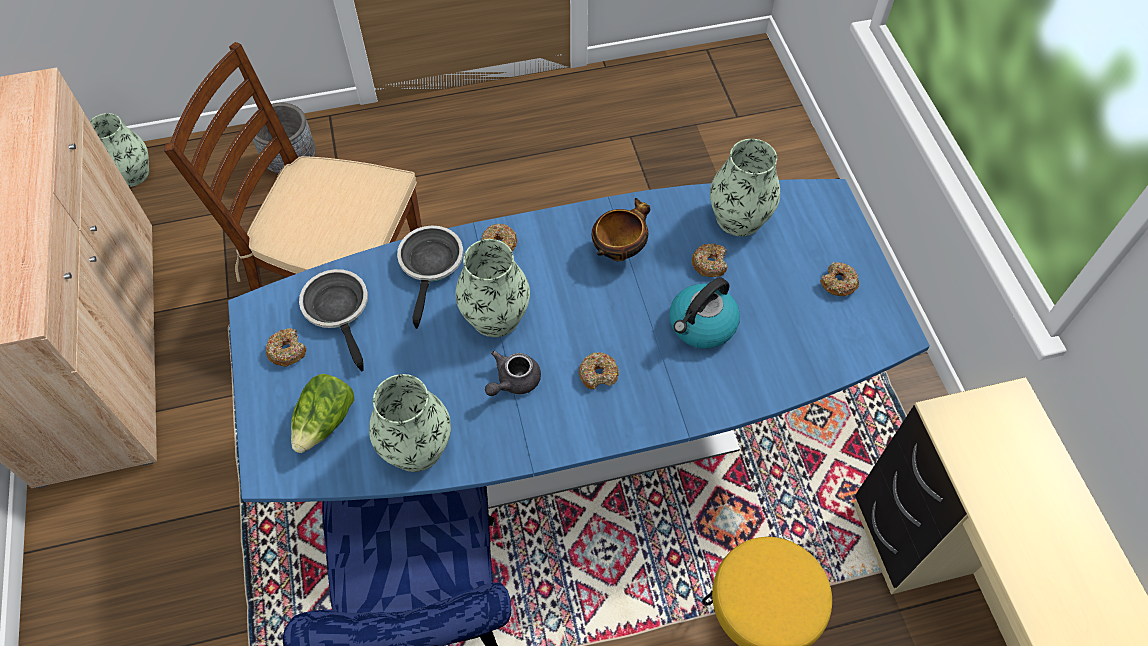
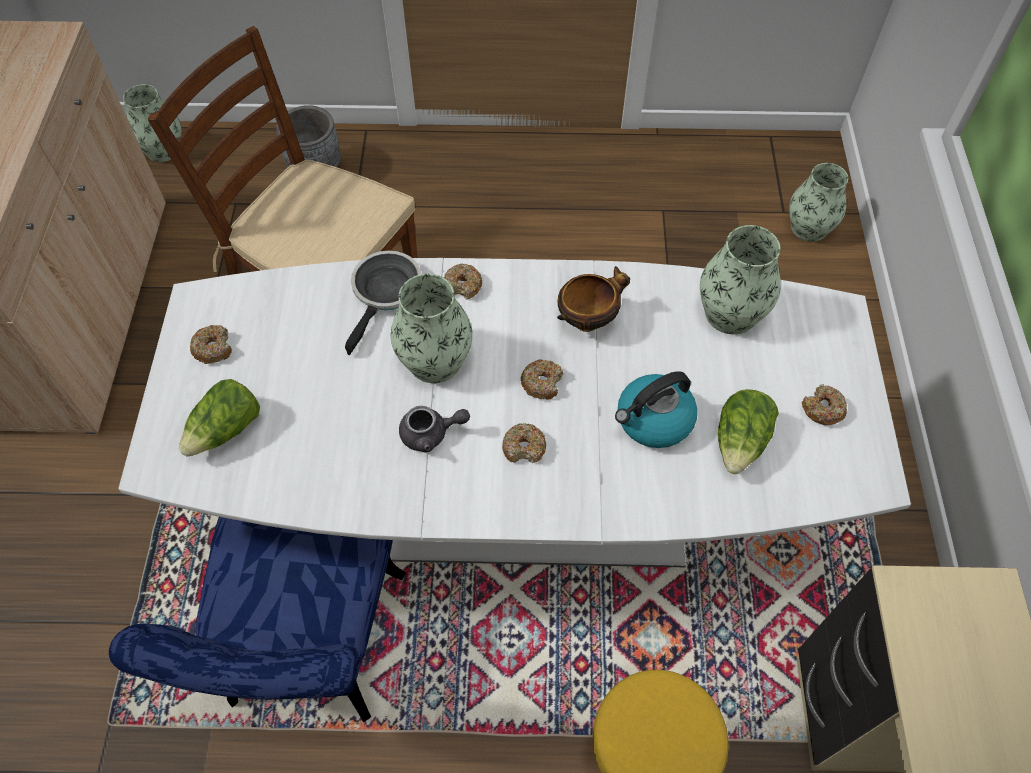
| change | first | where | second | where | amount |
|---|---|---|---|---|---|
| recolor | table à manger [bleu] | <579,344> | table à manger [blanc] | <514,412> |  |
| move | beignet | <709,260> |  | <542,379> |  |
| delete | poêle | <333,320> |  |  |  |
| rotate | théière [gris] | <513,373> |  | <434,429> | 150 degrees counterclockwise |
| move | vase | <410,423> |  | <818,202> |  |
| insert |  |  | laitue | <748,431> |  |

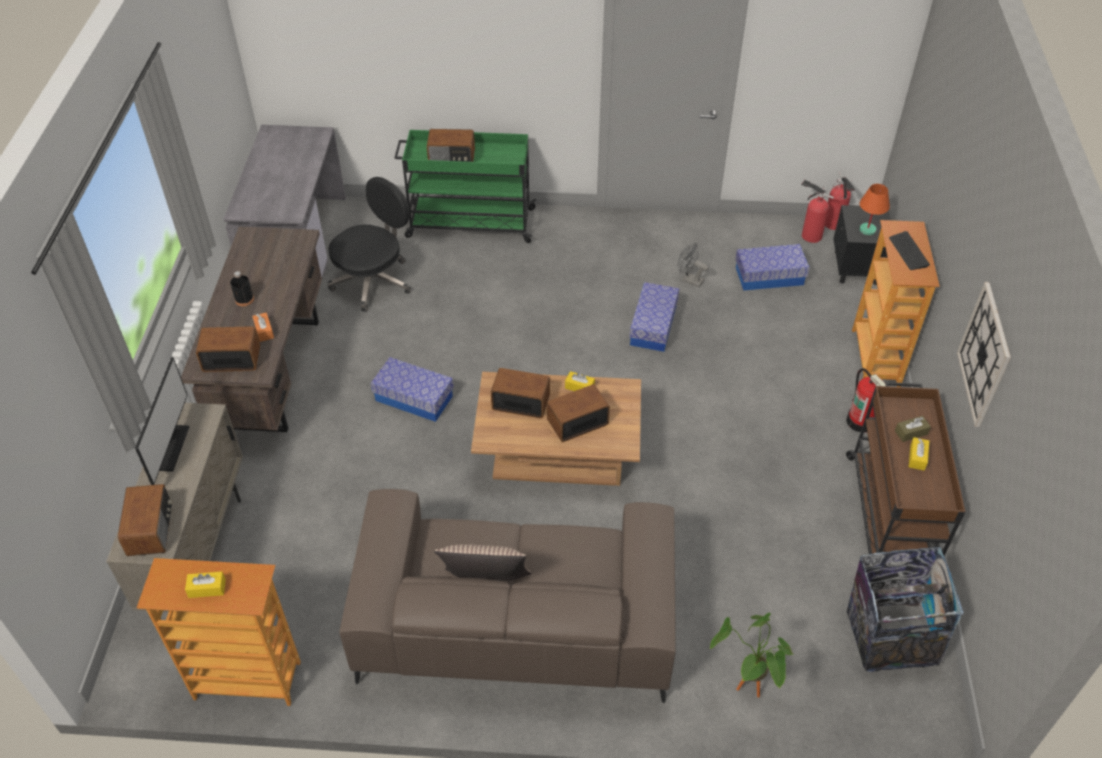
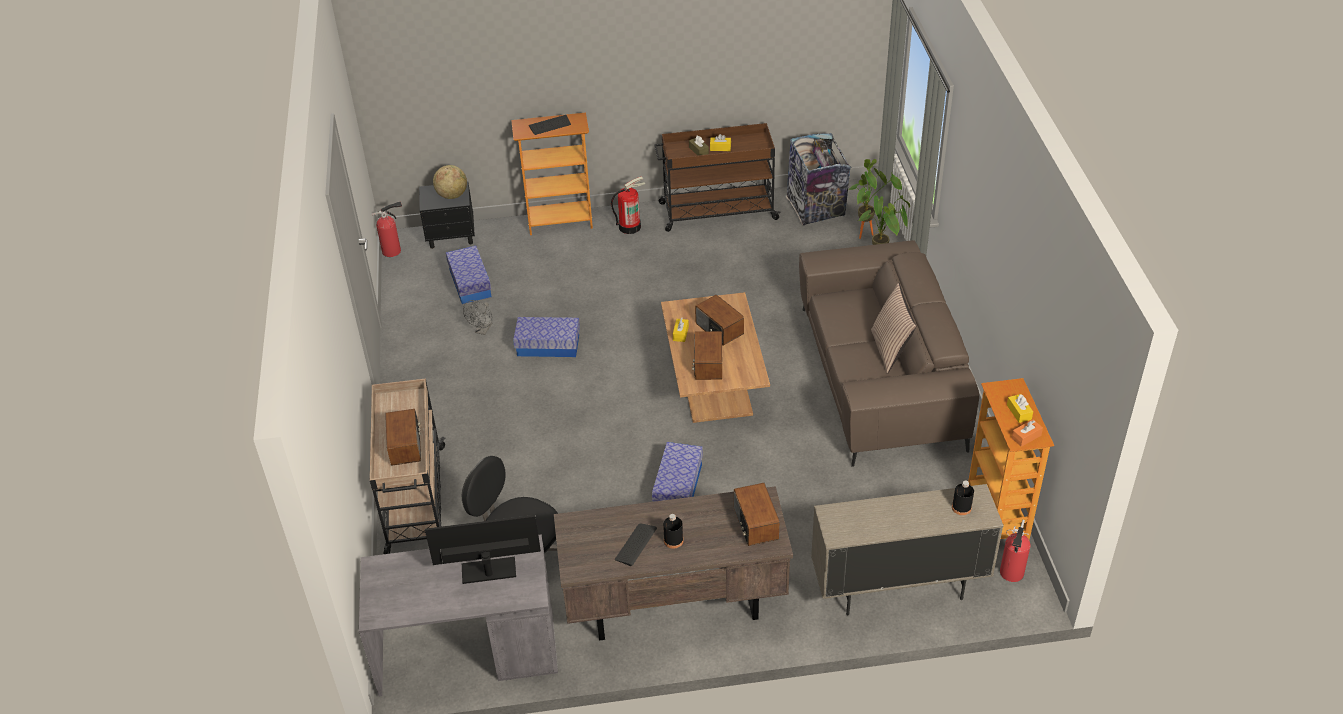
| change | first | where | second | where | amount |
|---|---|---|---|---|---|
| recolor | chariot [vert] | <466,186> | chariot [beige] | <407,466> |  |
| move | extincteur | <817,211> |  | <1015,551> |  |
| replace | lampe de table [orange] | <875,209> | globe | <450,182> |  |
| delete | horloge murale | <984,354> |  |  |  |
| move | boîte à mouchoirs [orange] | <263,327> |  | <1027,433> |  |
| move | écran d'ordinateur | <162,421> |  | <483,549> |  |
| replace | radio | <145,520> | bouteille [noir] | <963,498> |  |
| insert |  |  | plante en pot | <875,199> |  |
| insert |  |  | clavier | <636,545> |  |

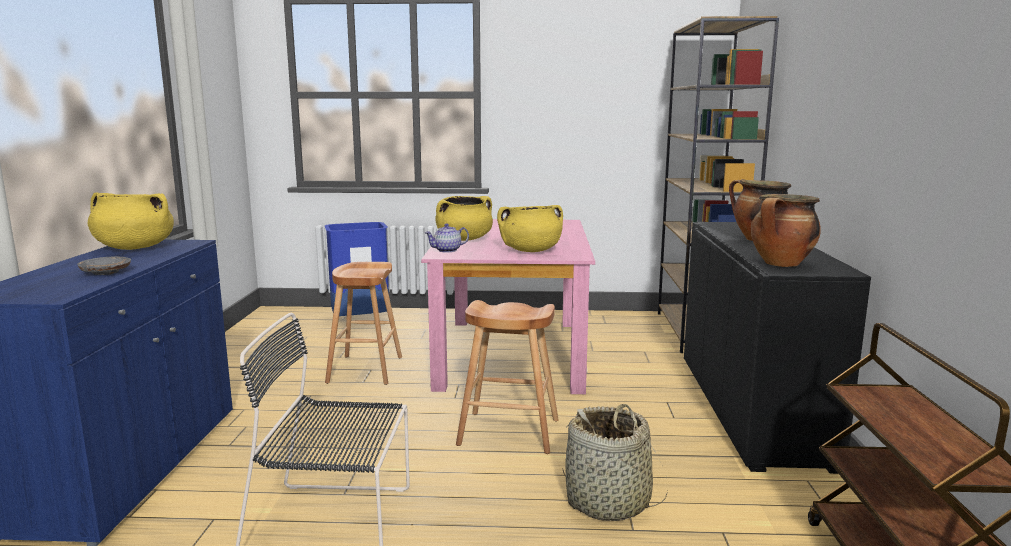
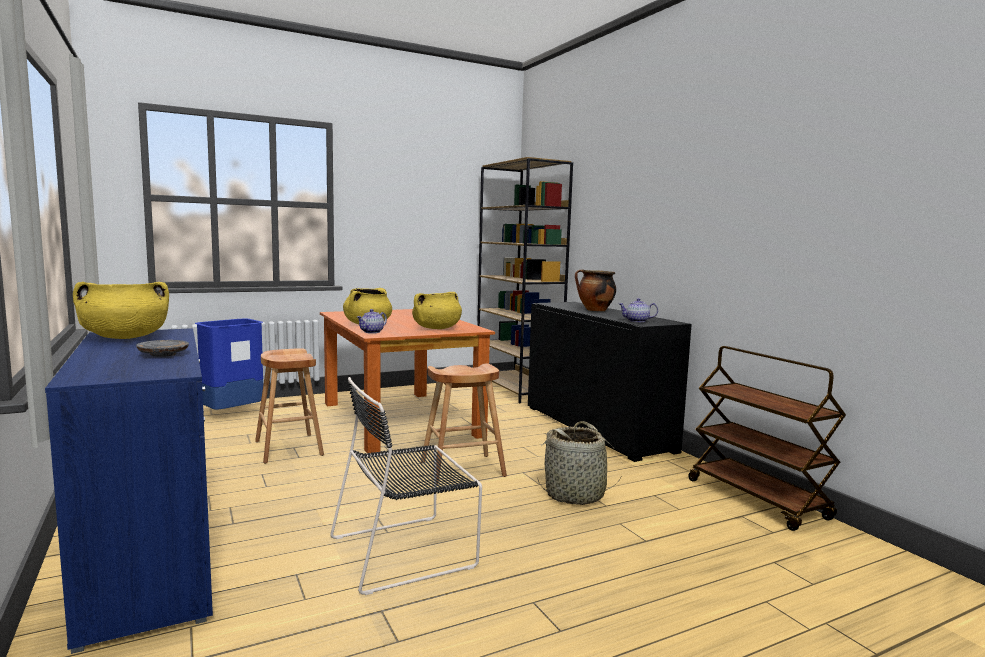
| change | first | where | second | where | amount |
|---|---|---|---|---|---|
| replace | marmite | <786,230> | théière | <638,310> |  |
| recolor | table à manger [rose] | <508,306> | table à manger [orange] | <407,381> |  |

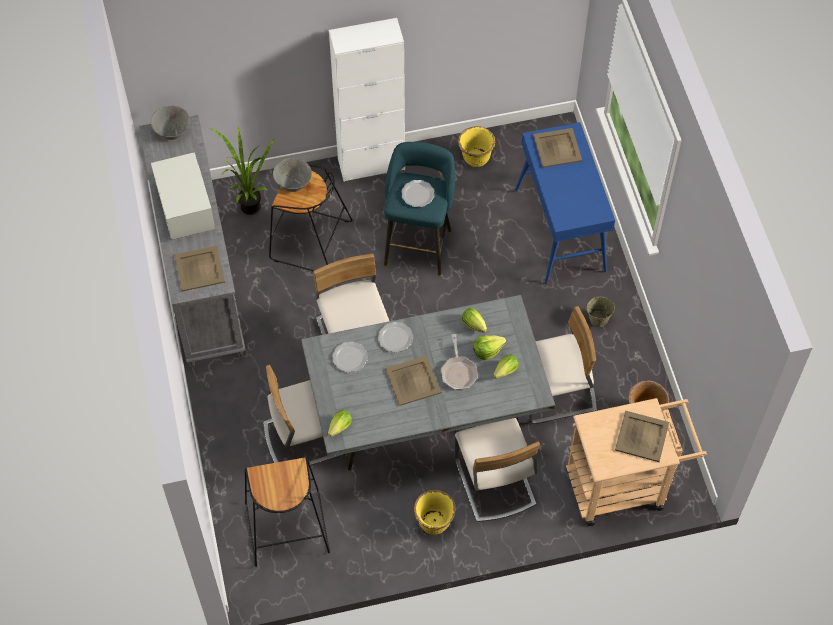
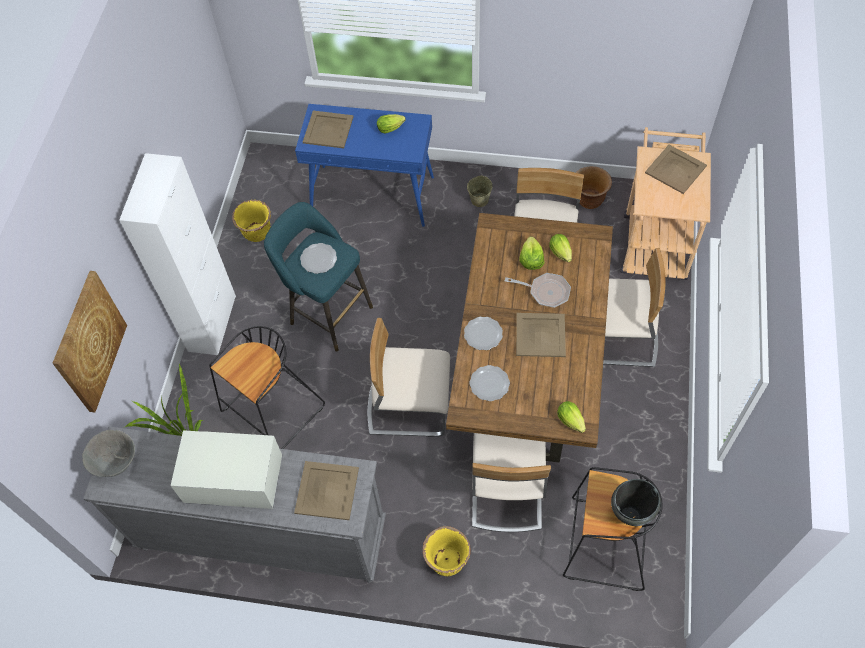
| change | first | where | second | where | amount |
|---|---|---|---|---|---|
| delete | bol [gris] | <292,175> |  |  |  |
| recolor | table à manger [gris] | <428,382> | table à manger [marron] | <529,338> |  |
| move | laitue | <474,320> |  | <391,123> |  |
| move | cache-pot [jaune] | <435,512> |  | <446,551> |  |
| insert |  |  | tableau | <89,342> |  |
| insert |  |  | marmite [noir] | <636,502> |  |

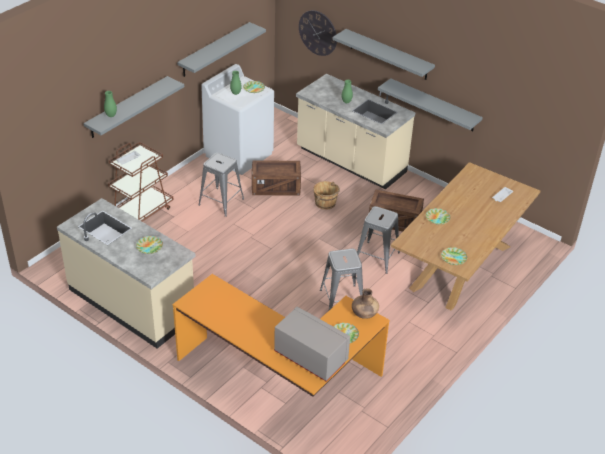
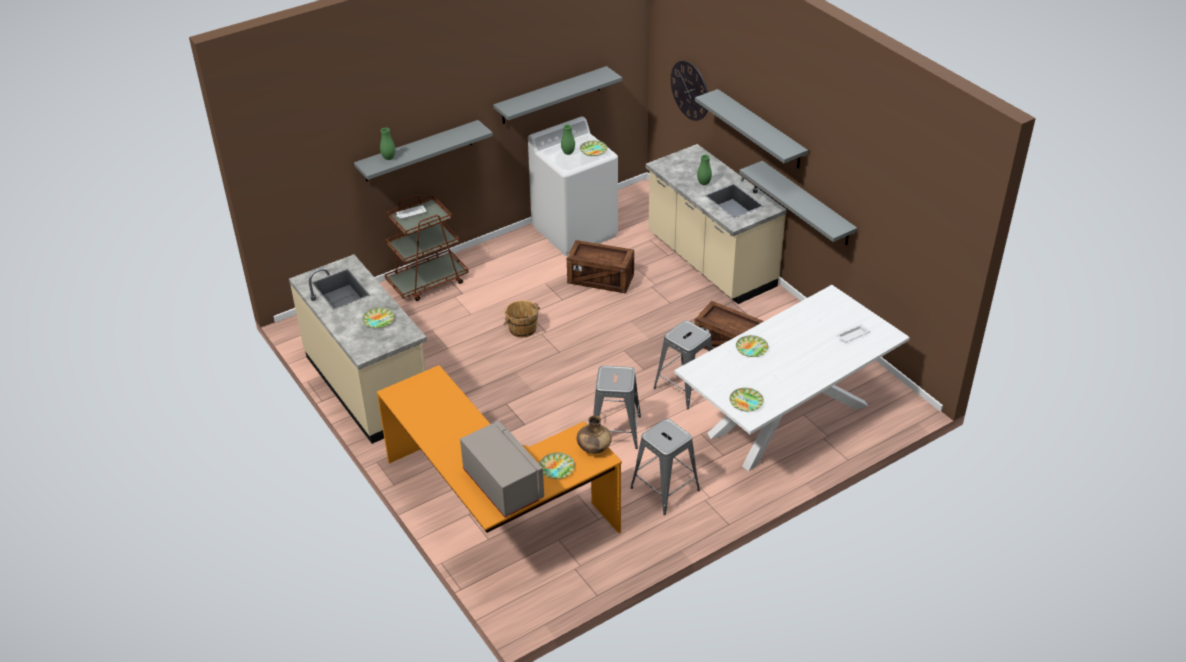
| change | first | where | second | where | amount |
|---|---|---|---|---|---|
| move | tabouret [gris] | <221,185> |  | <665,467> |  |
| recolor | table à manger [marron] | <465,236> | table à manger [blanc] | <792,378> |  |
| move | seau [marron] | <327,195> |  | <521,319> |  |

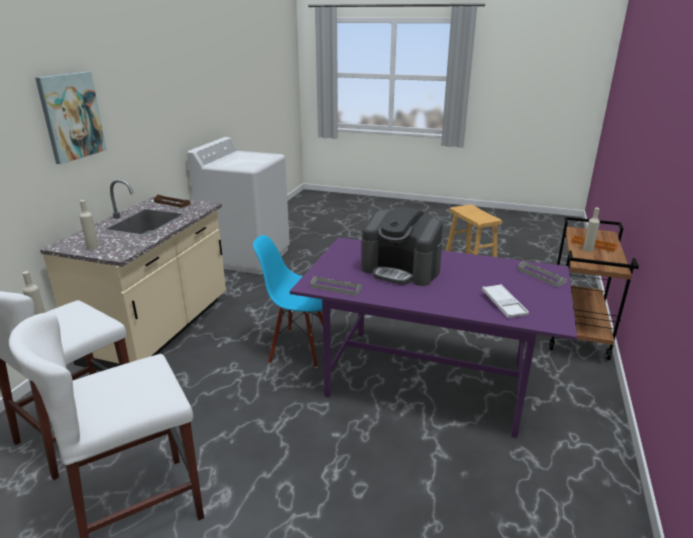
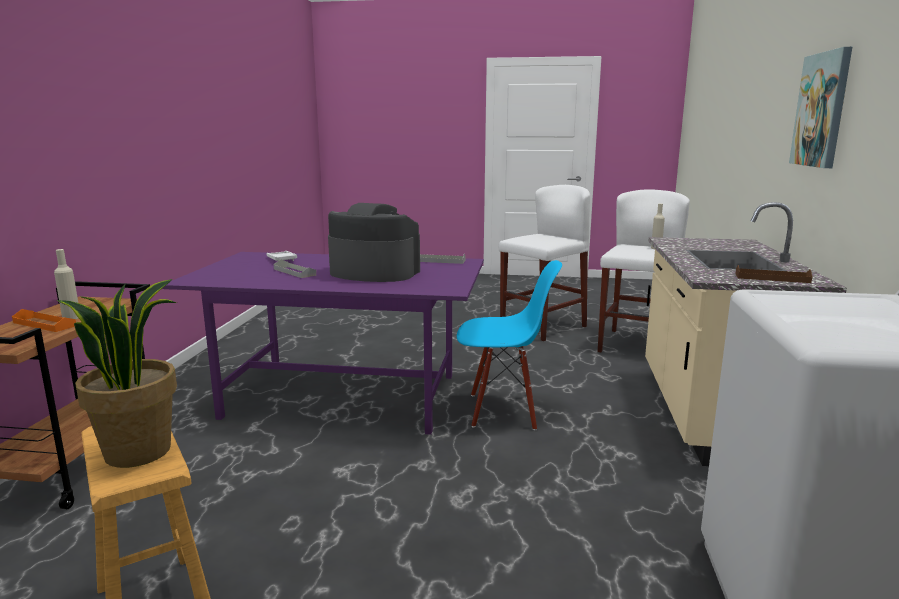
| change | first | where | second | where | amount |
|---|---|---|---|---|---|
| delete | bouteille [beige] | <89,225> |  |  |  |
| move | plateau [gris] | <542,274> |  | <295,268> |  |
| insert |  |  | plante en pot | <117,373> |  |

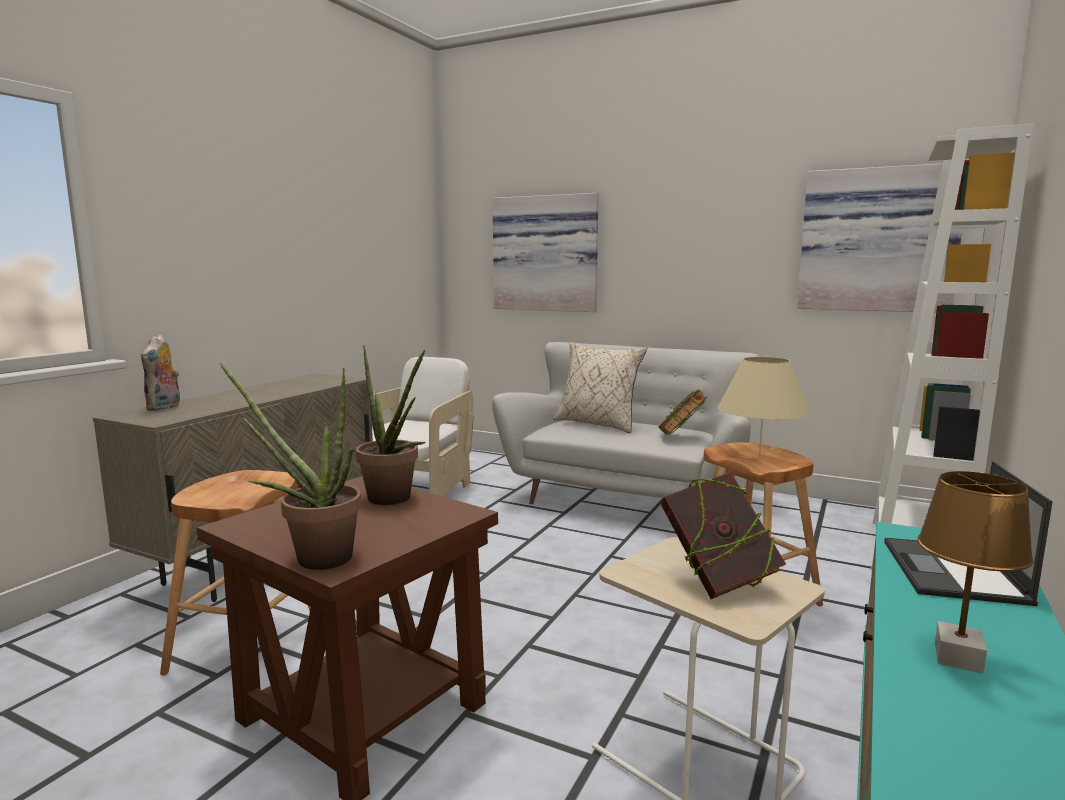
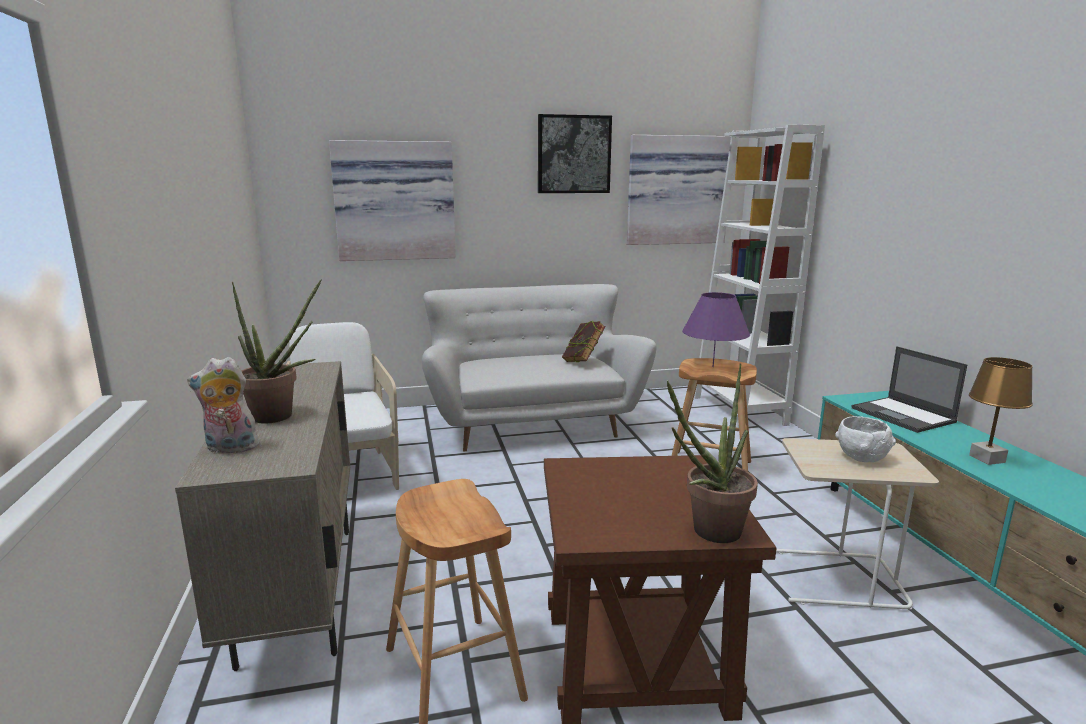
| change | first | where | second | where | amount |
|---|---|---|---|---|---|
| rotate | peluche | <160,372> |  | <224,405> | 120 degrees clockwise |
| delete | coussin [beige] | <600,387> |  |  |  |
| move | plante en pot | <391,425> |  | <276,351> |  |
| recolor | lampe de table [beige] | <763,406> | lampe de table [violet] | <716,329> |  |
| replace | livre | <723,535> | bol [blanc] | <865,439> |  |
| insert |  |  | tableau | <575,153> |  |

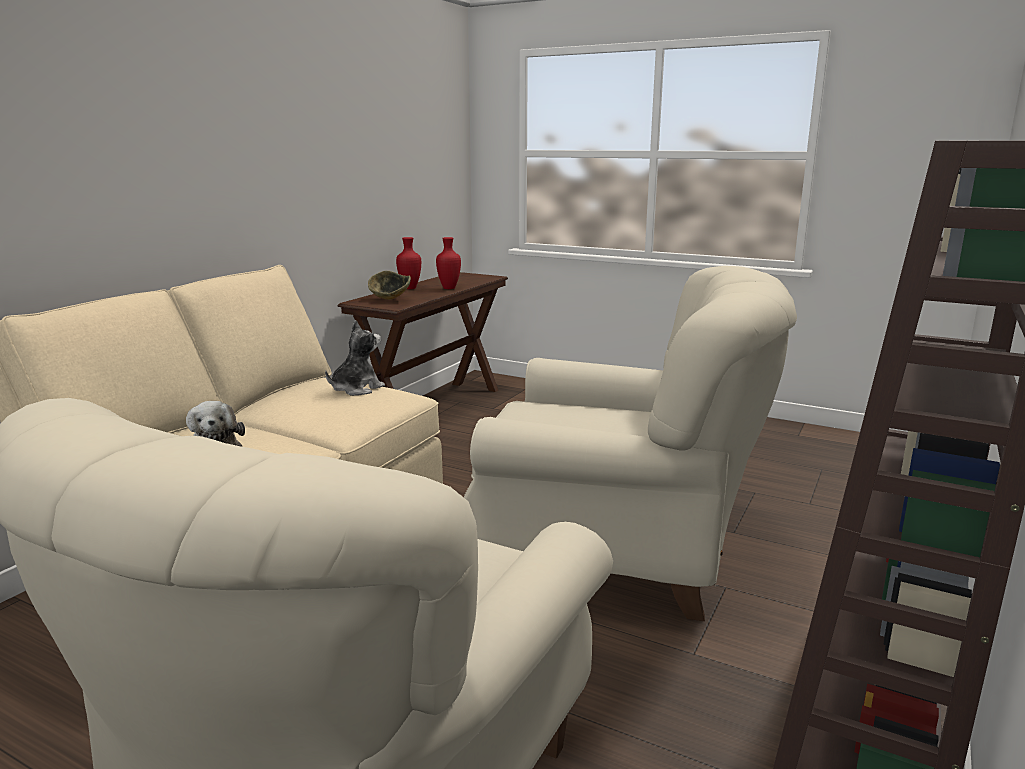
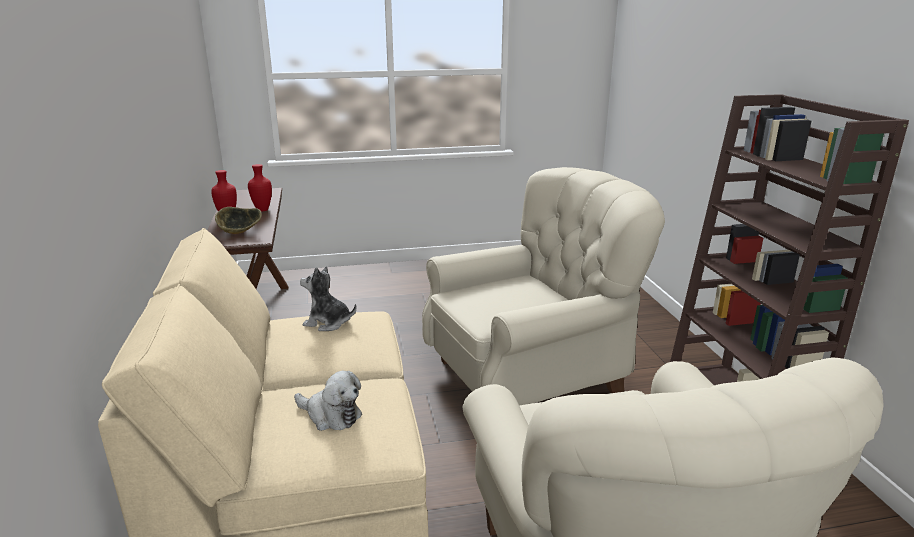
| change | first | where | second | where | amount |
|---|---|---|---|---|---|
| rotate | peluche | <355,358> |  | <328,298> | 75 degrees counterclockwise |

